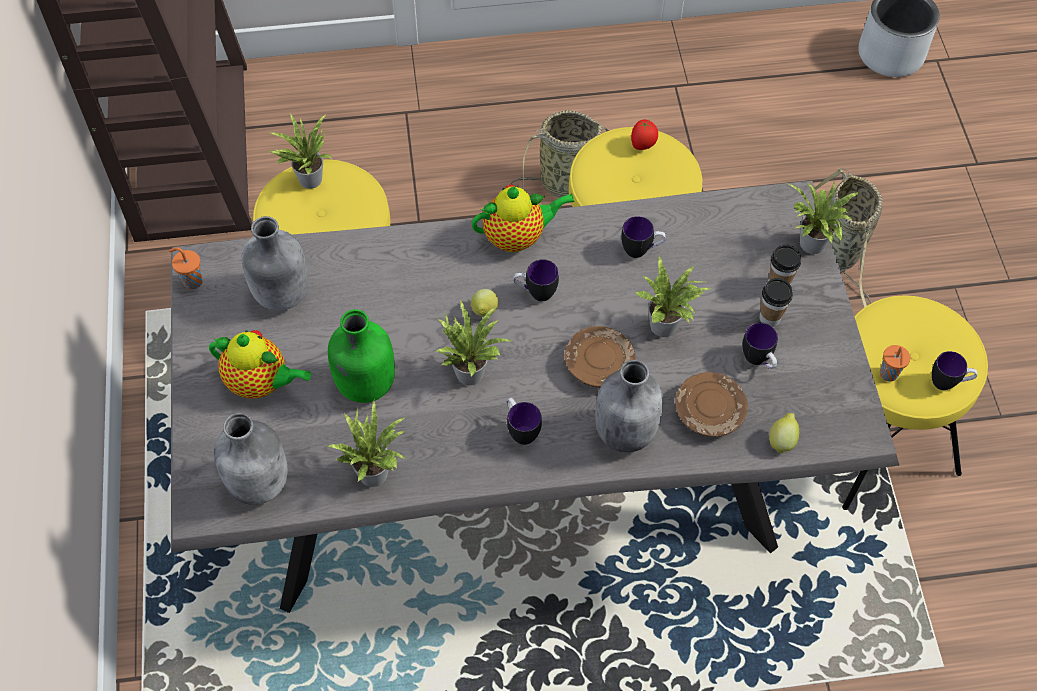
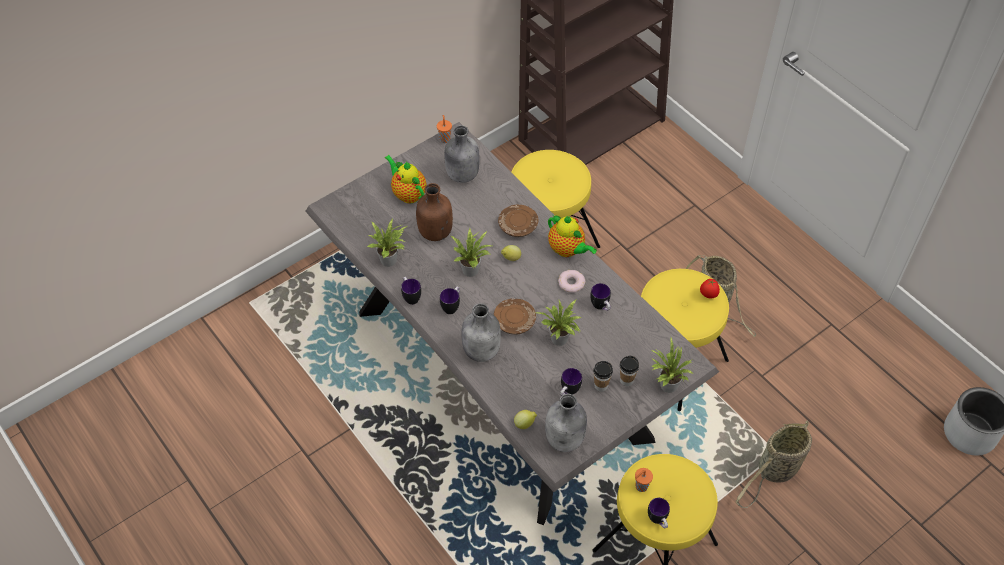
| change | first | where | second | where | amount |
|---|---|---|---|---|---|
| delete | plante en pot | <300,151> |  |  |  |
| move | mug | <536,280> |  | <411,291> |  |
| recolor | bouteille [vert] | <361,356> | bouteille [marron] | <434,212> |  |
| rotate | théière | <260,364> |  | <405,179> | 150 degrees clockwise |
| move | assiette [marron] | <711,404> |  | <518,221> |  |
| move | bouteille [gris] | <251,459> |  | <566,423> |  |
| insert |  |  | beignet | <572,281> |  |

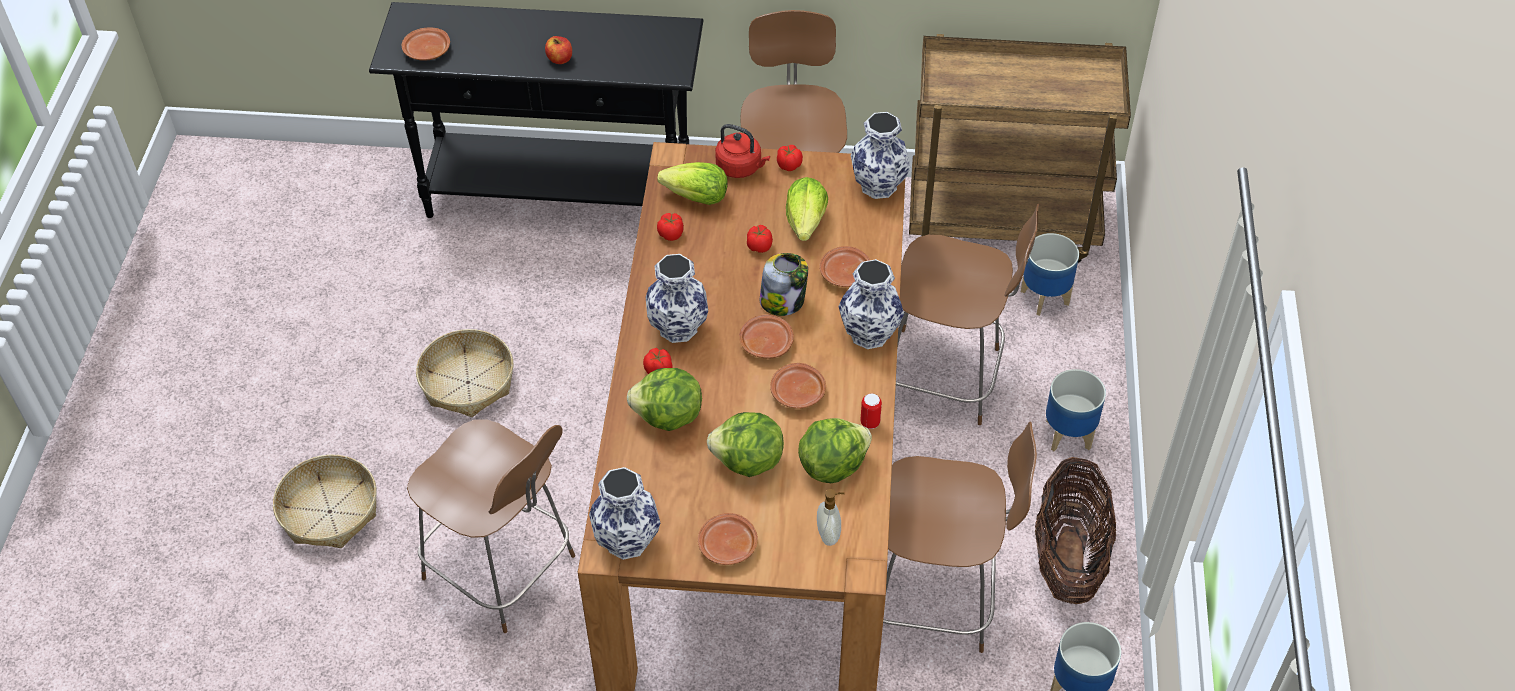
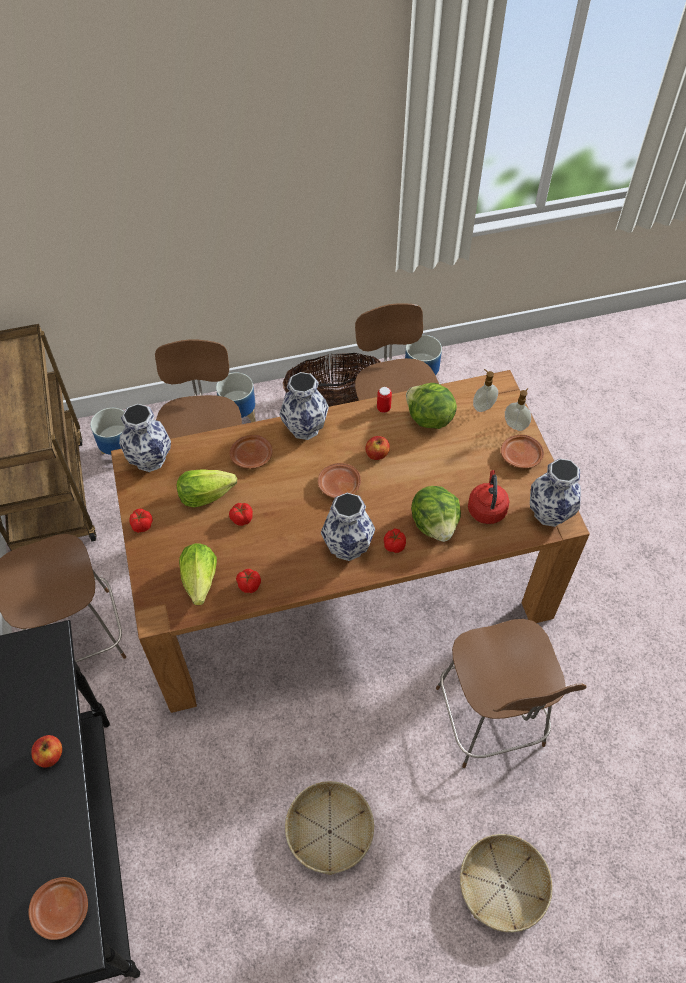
| change | first | where | second | where | amount |
|---|---|---|---|---|---|
| move | bouilloire [rouge] | <742,151> |  | <488,497> |  |
| delete | bocal | <784,284> |  |  |  |
| replace | assiette [marron] | <798,385> | pomme | <377,448> |  |
| delete | laitue | <745,444> |  |  |  |
| rotate | chaise [marron] | <491,526> |  | <511,693> | 150 degrees clockwise |
| insert |  |  | distributeur de savon | <518,409> |  |

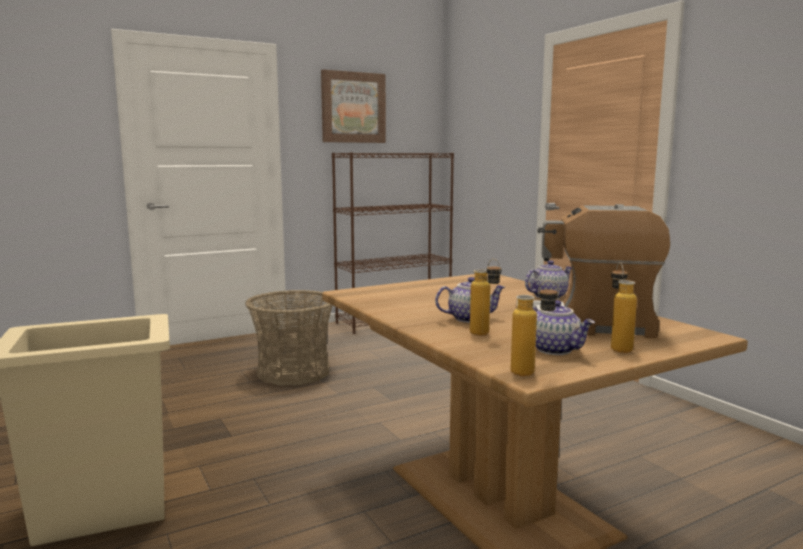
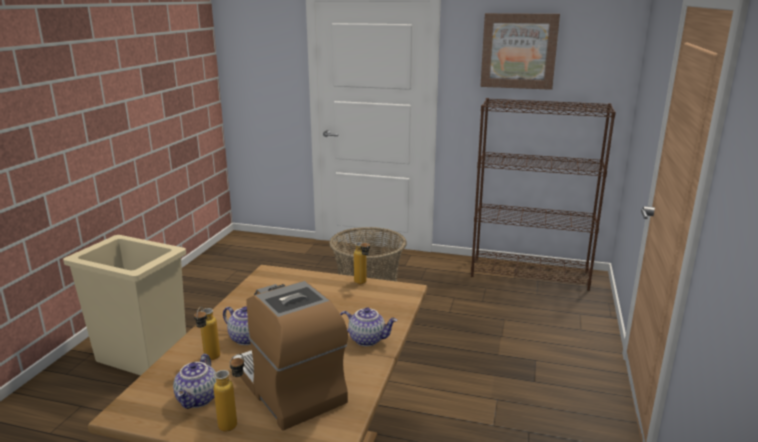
| change | first | where | second | where | amount |
|---|---|---|---|---|---|
| move | bouteille | <535,328> |  | <362,261> |  |

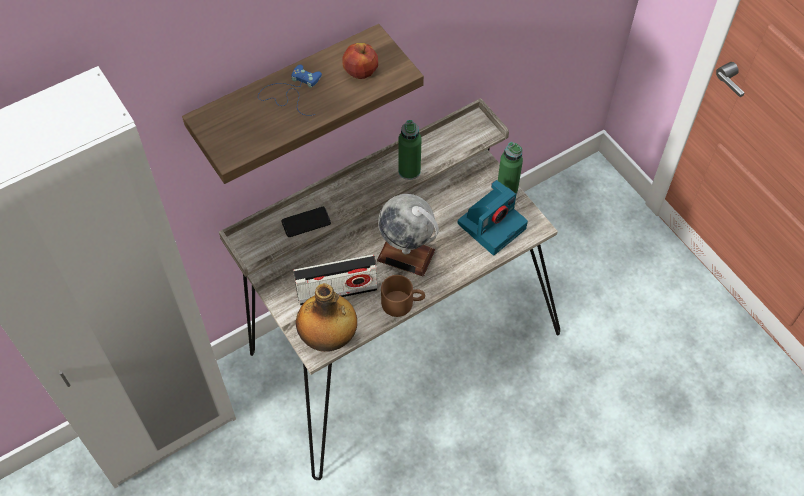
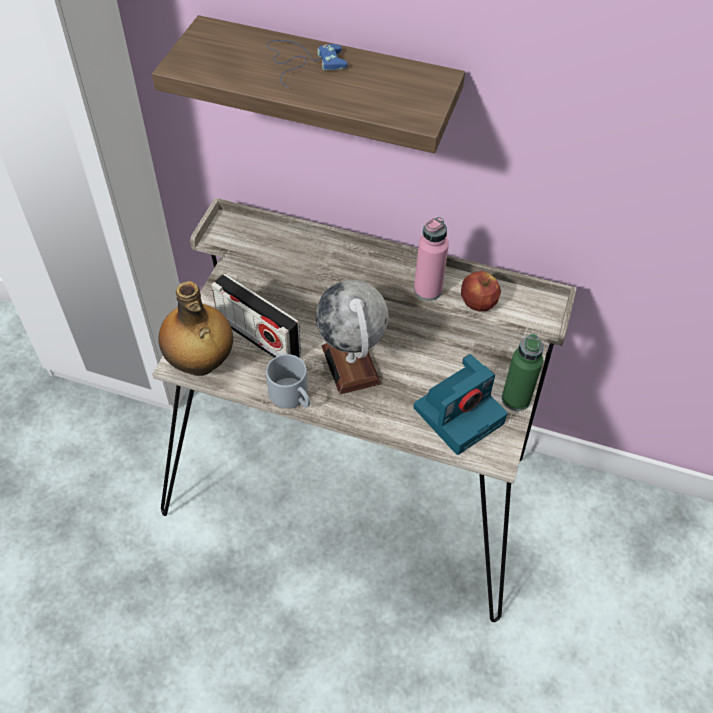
| change | first | where | second | where | amount |
|---|---|---|---|---|---|
| move | pomme | <360,61> |  | <481,291> |  |
| recolor | bouteille [vert] | <410,150> | bouteille [rose] | <431,259> |  |
| rotate | appareil photo | <493,217> |  | <460,404> | 45 degrees counterclockwise |
| delete | téléphone | <306,222> |  |  |  |
| recolor | mug [marron] | <403,296> | mug [gris] | <288,381> |  |

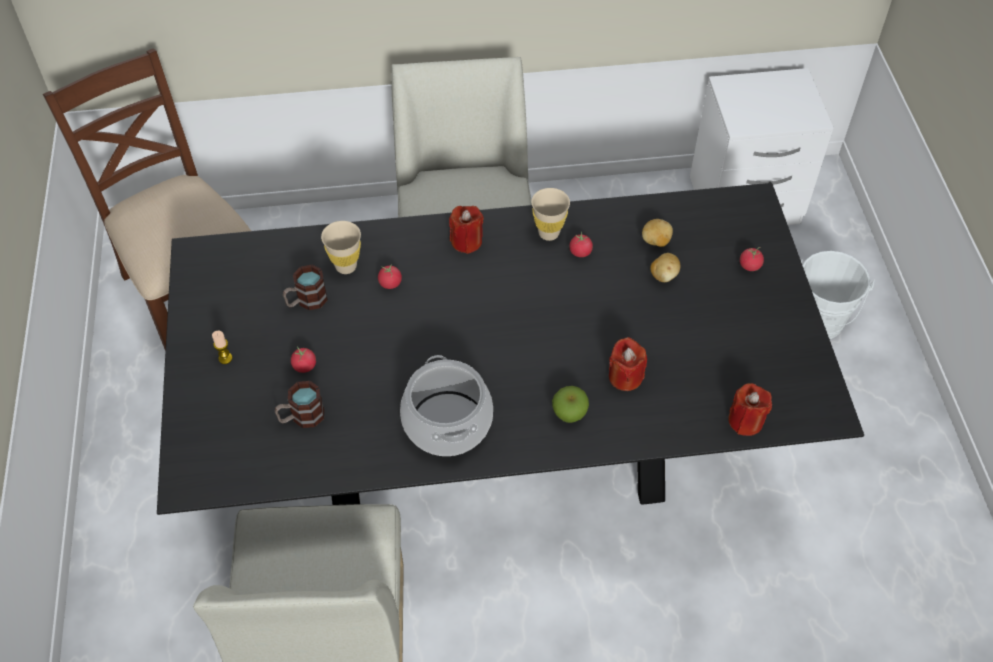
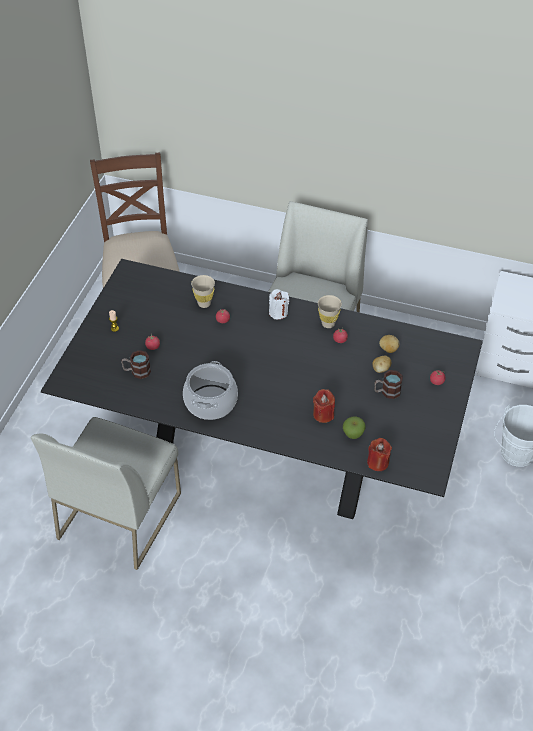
| change | first | where | second | where | amount |
|---|---|---|---|---|---|
| recolor | bougie [rouge] | <466,230> | bougie [blanc] | <279,304> |  |
| move | mug | <305,287> |  | <388,384> |  |
| move | pomme | <570,404> |  | <354,427> |  |

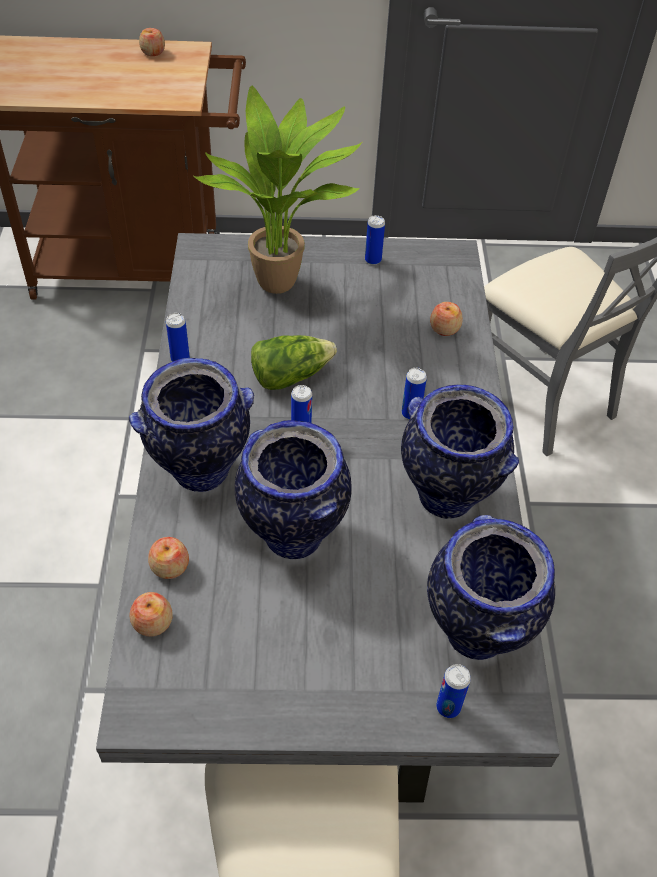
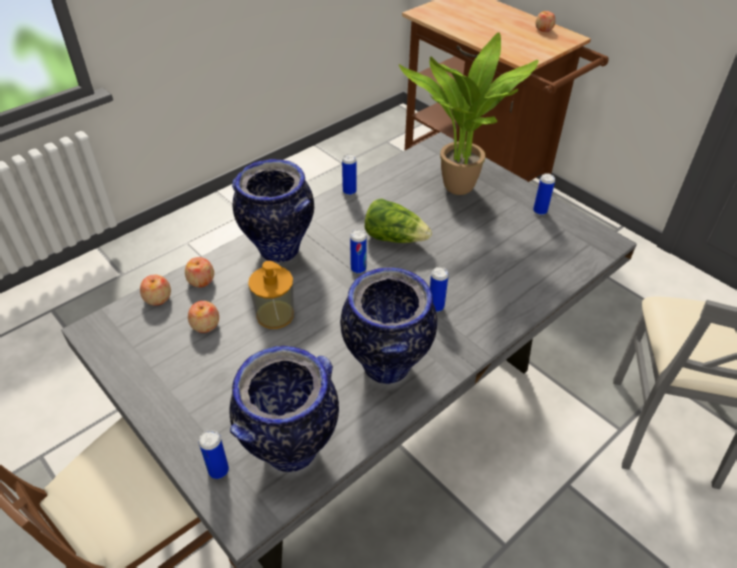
| change | first | where | second | where | amount |
|---|---|---|---|---|---|
| move | pomme | <446,319> |  | <203,317> |  |
| replace | vase | <293,489> | distributeur de savon | <271,295> |  |

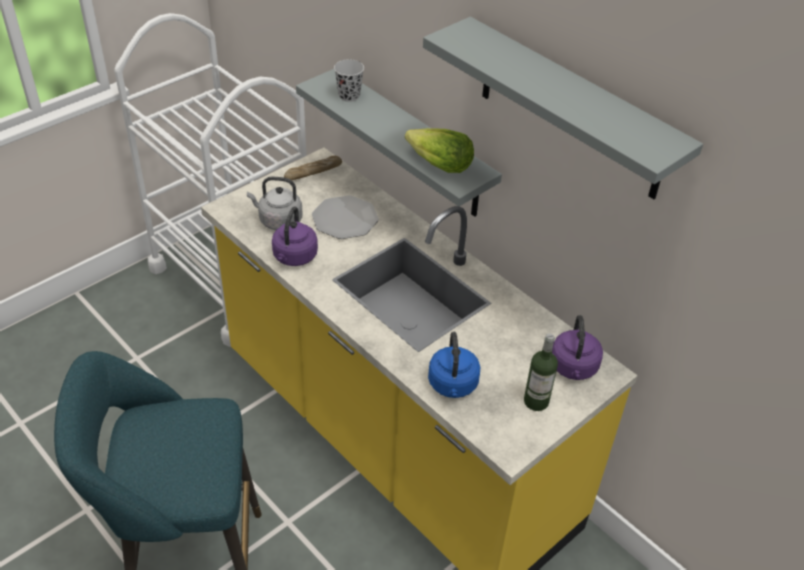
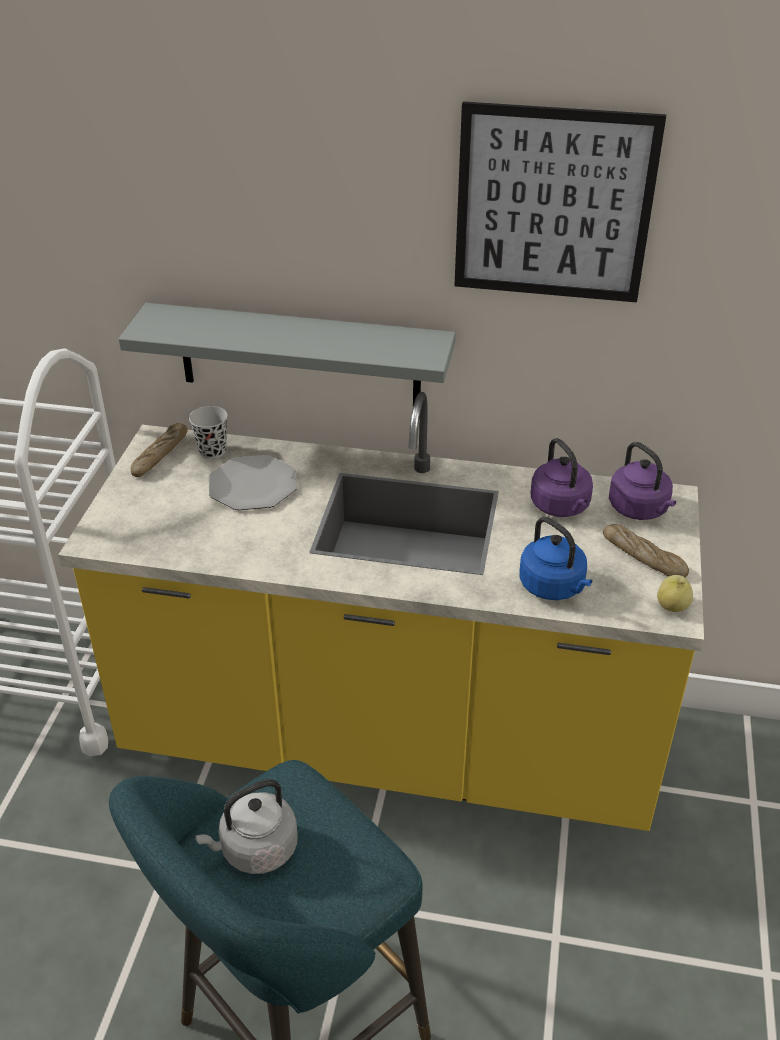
| change | first | where | second | where | amount |
|---|---|---|---|---|---|
| replace | étagère [gris] | <563,108> | tableau | <560,202> |  |
| move | tasse [noir] | <349,80> |  | <208,432> |  |
| delete | laitue | <439,150> |  |  |  |
| move | bouilloire [gris] | <275,203> |  | <246,826> |  |
| move | bouilloire [violet] | <295,236> |  | <561,477> |  |
| replace | bouteille | <541,372> | pain | <646,551> |  |
| insert |  |  | pomme | <675,593> |  |

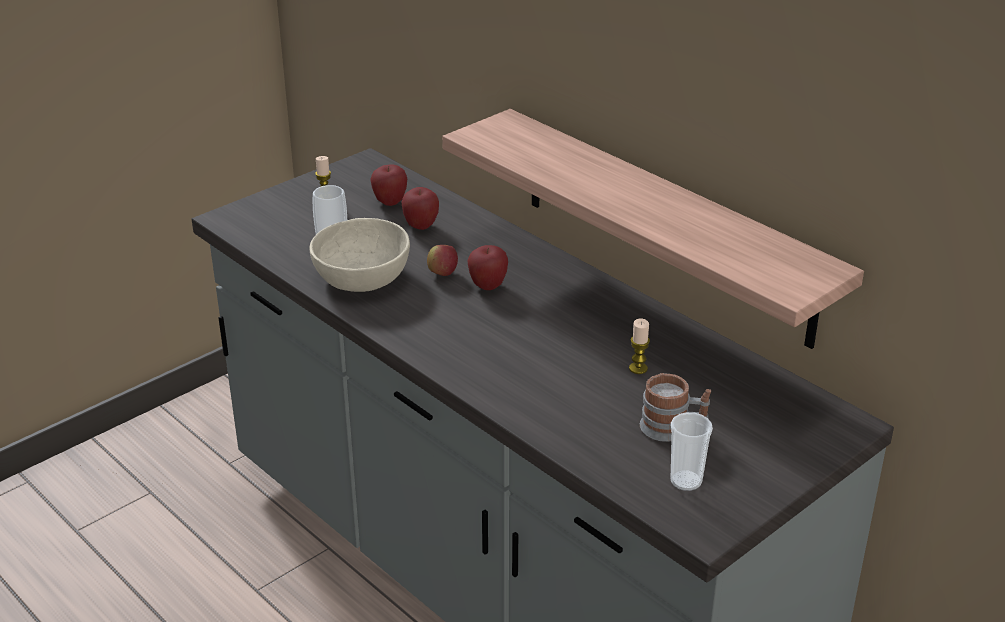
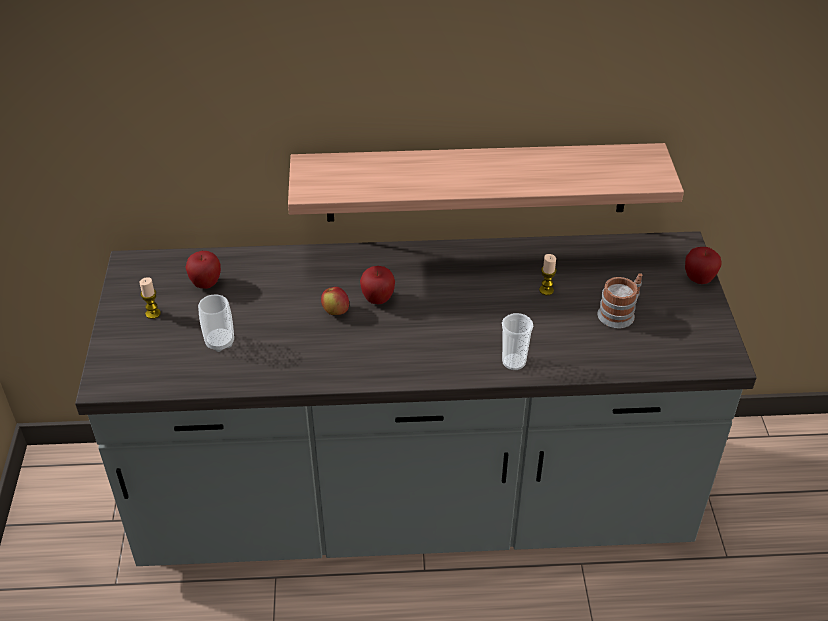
| change | first | where | second | where | amount |
|---|---|---|---|---|---|
| move | pomme | <420,208> |  | <703,265> |  |
| delete | bol [beige] | <360,255> |  |  |  |
| move | tasse | <692,451> |  | <517,341> |  |

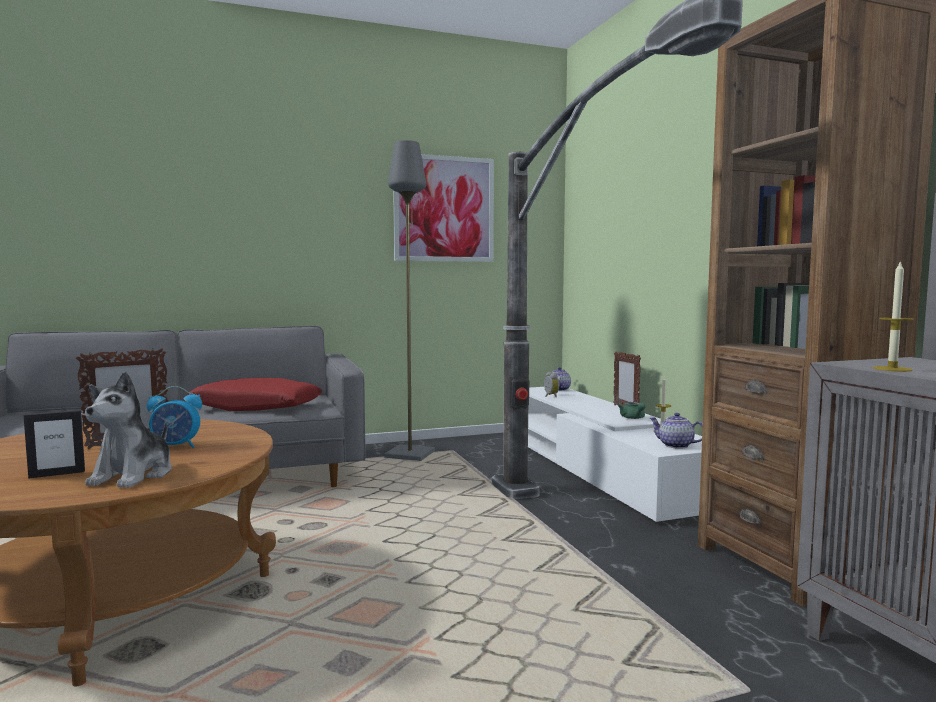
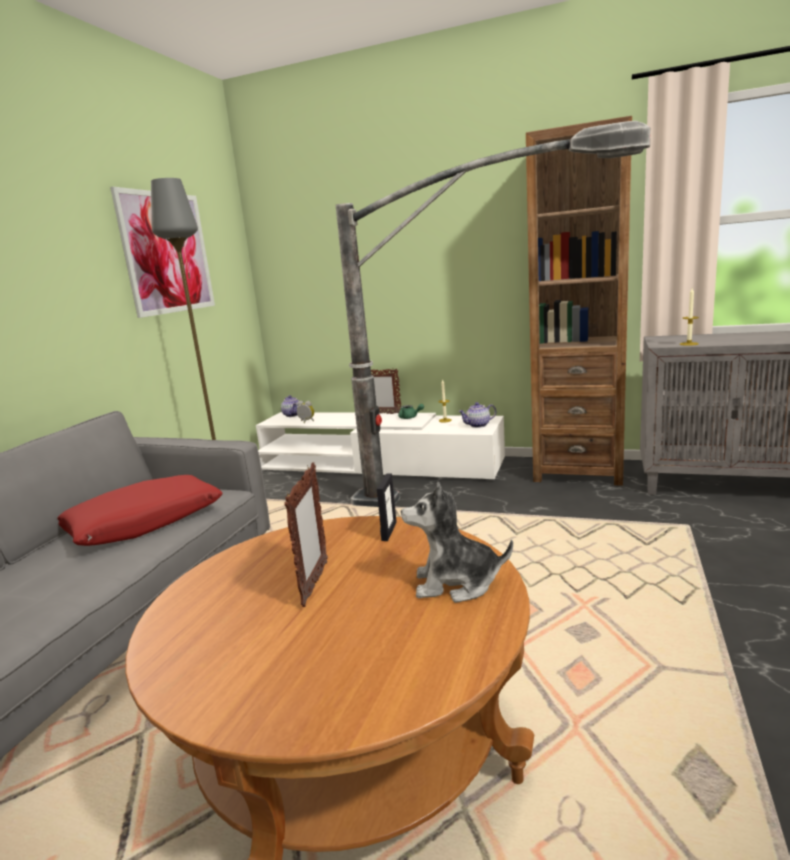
| change | first | where | second | where | amount |
|---|---|---|---|---|---|
| rotate | peluche | <128,429> |  | <457,542> | 135 degrees clockwise |
| delete | réveil | <174,417> |  |  |  |
| move | cadre photo | <54,444> |  | <387,507> |  |

